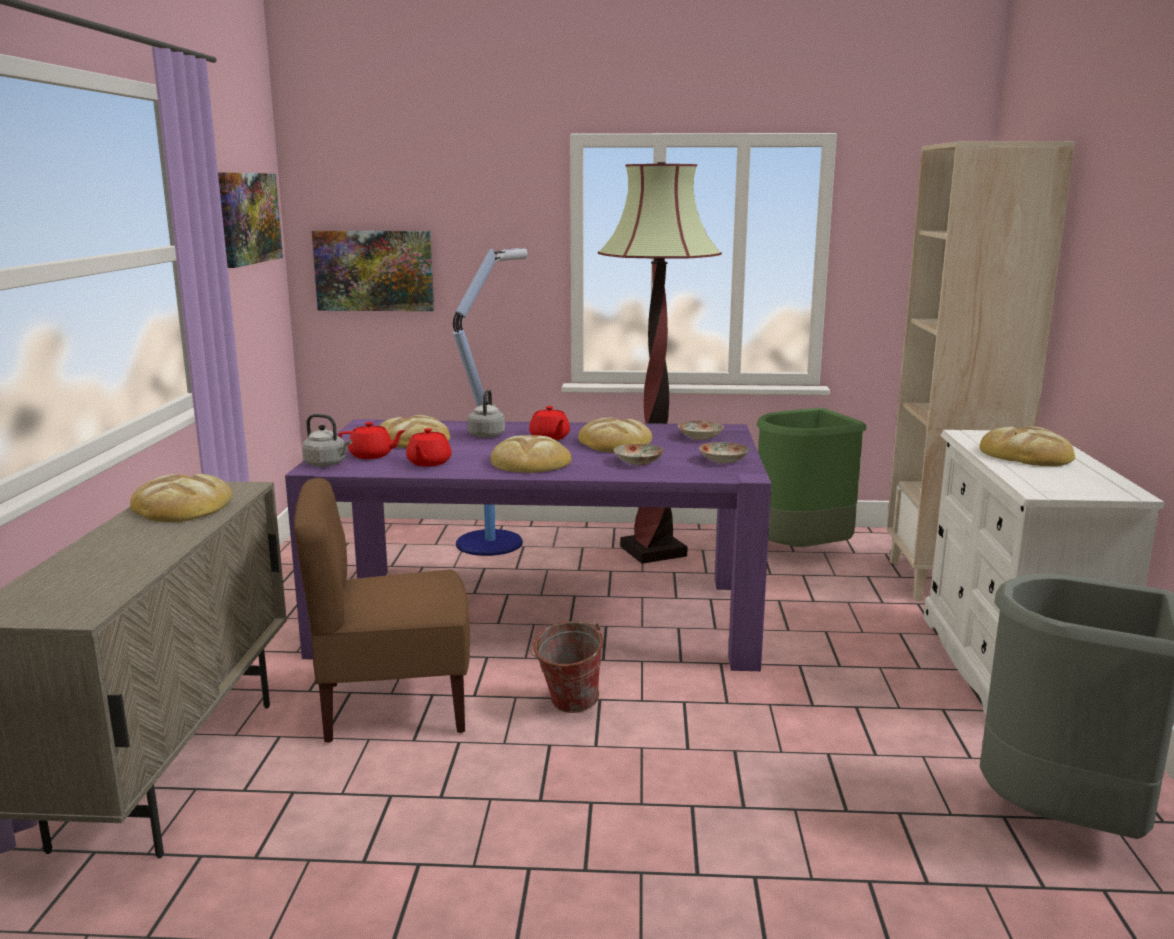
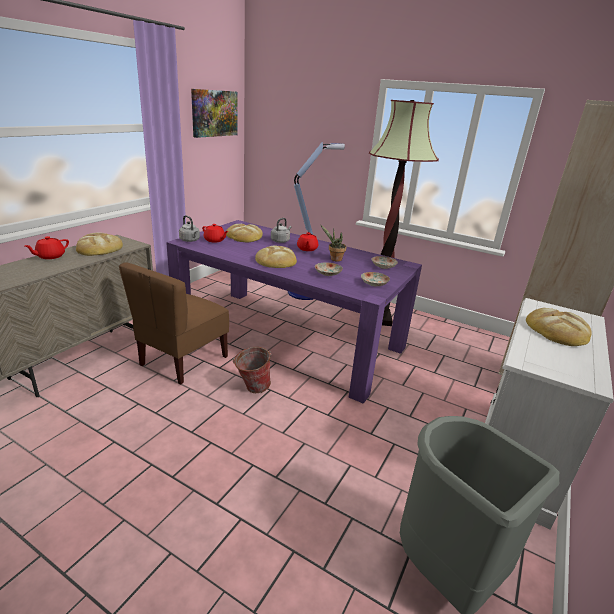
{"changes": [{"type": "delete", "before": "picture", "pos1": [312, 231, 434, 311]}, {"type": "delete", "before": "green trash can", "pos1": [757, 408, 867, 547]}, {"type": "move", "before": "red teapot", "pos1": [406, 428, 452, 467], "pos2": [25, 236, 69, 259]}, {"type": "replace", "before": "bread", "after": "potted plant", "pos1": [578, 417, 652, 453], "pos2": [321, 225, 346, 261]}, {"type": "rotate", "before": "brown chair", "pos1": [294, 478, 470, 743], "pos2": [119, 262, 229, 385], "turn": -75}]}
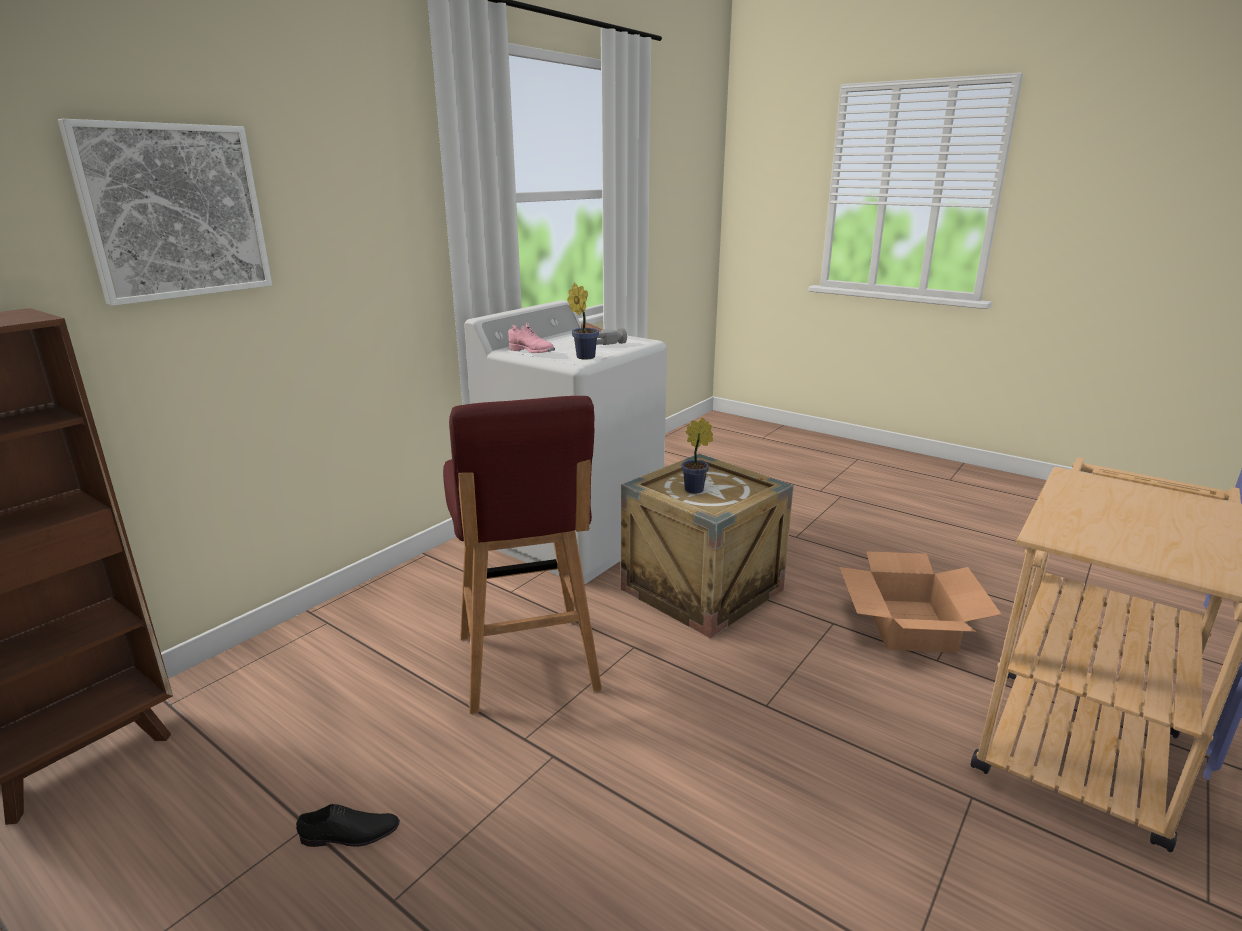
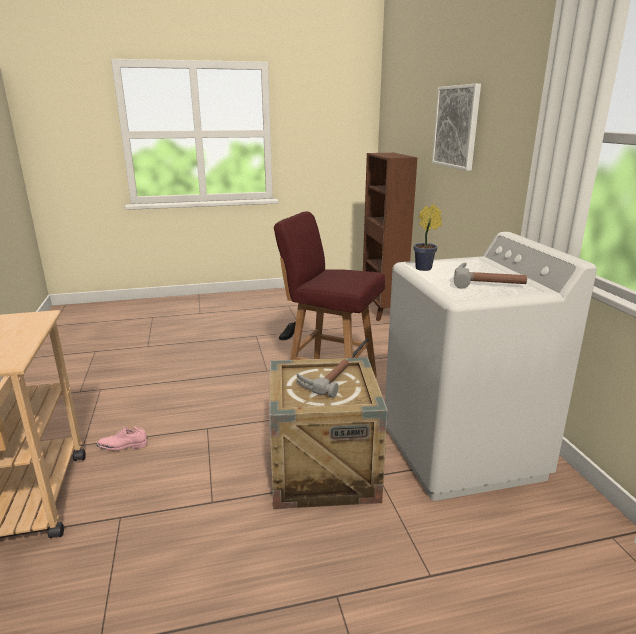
{"changes": [{"type": "delete", "before": "cardboard box", "pos1": [839, 551, 1002, 653]}, {"type": "move", "before": "pink shoe", "pos1": [509, 323, 555, 353], "pos2": [96, 426, 147, 451]}, {"type": "replace", "before": "potted plant", "after": "hammer", "pos1": [681, 418, 713, 494], "pos2": [296, 359, 349, 398]}]}
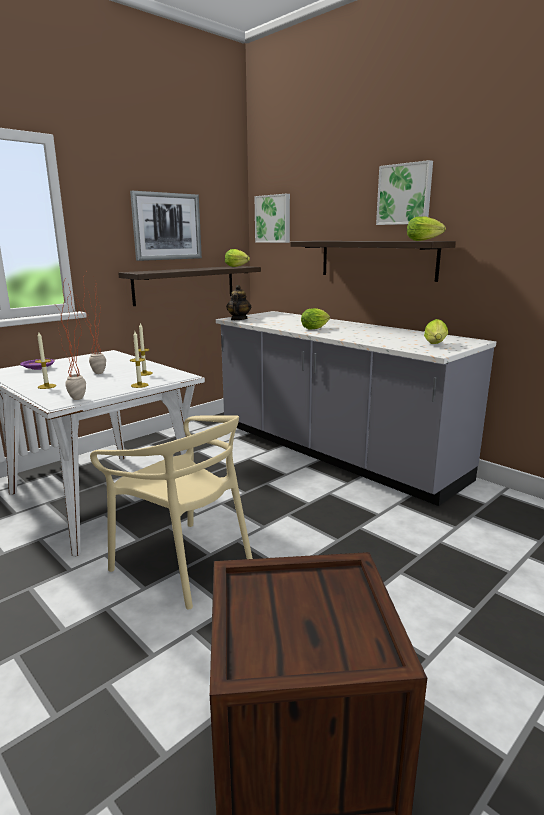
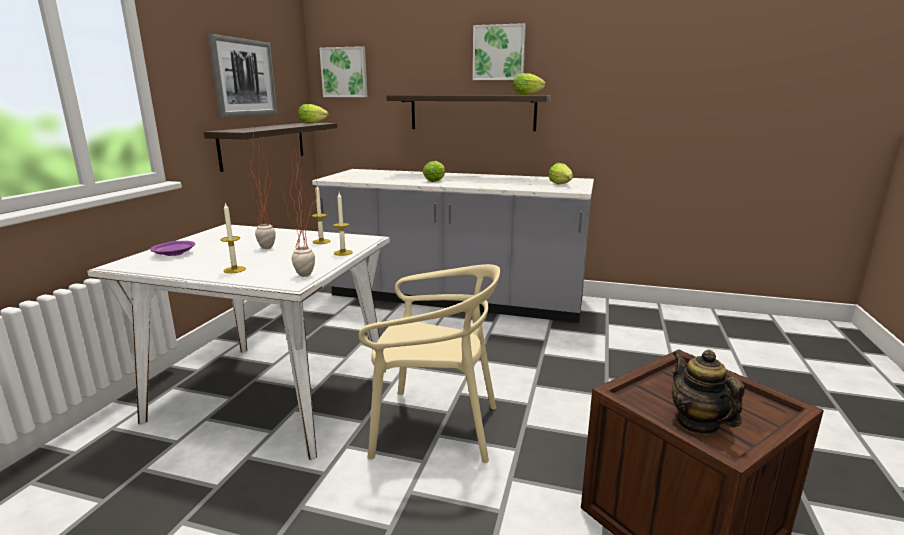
{"changes": [{"type": "move", "before": "teapot", "pos1": [226, 285, 251, 320], "pos2": [672, 349, 745, 435]}]}
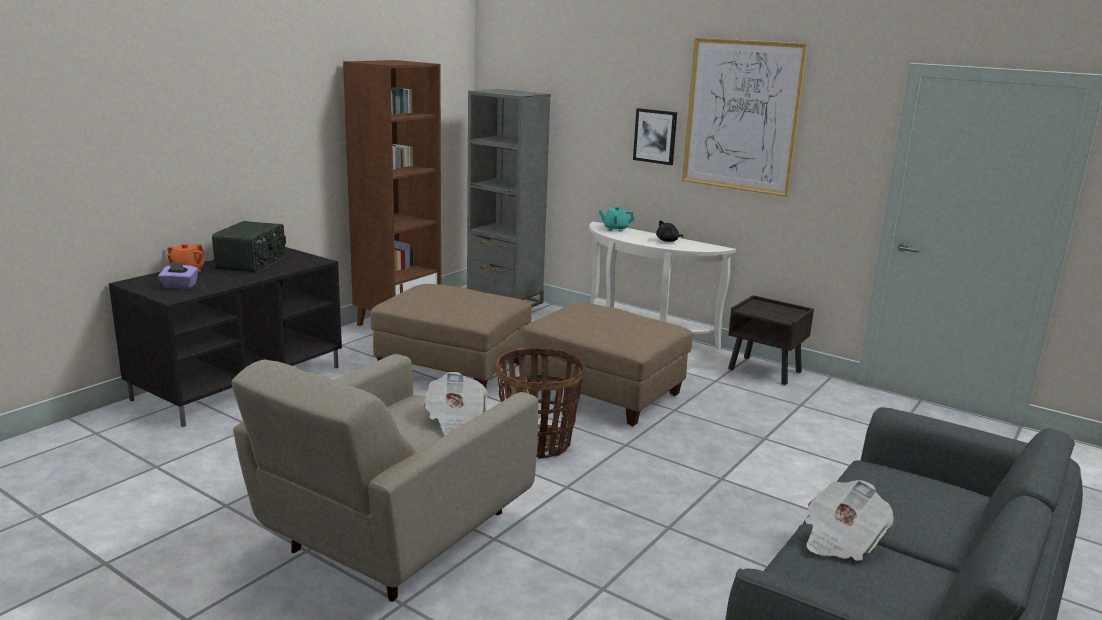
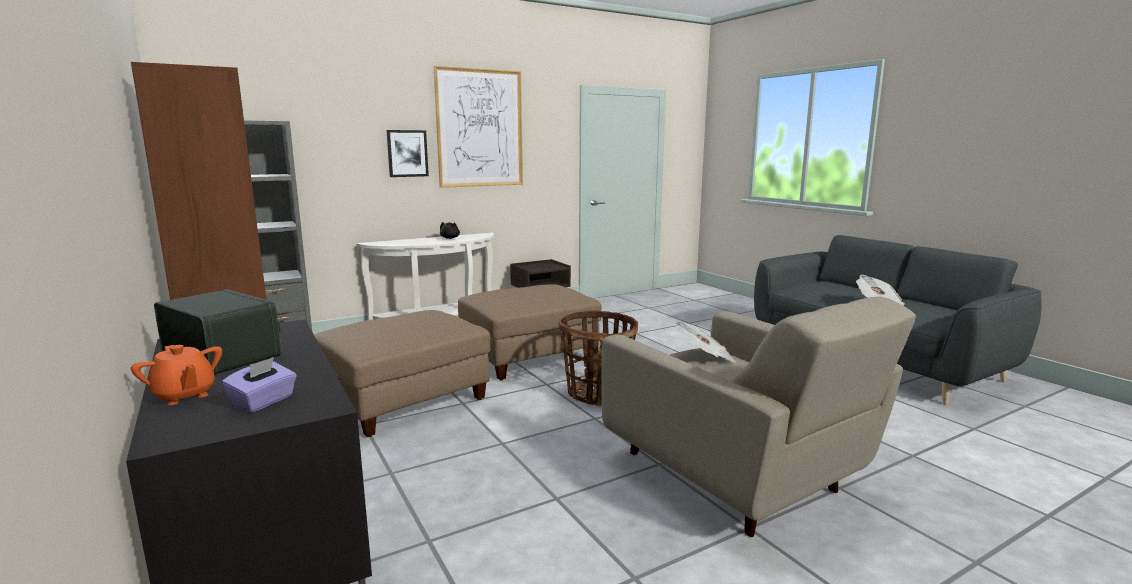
{"changes": [{"type": "delete", "before": "turquoise teapot", "pos1": [598, 206, 635, 232]}]}
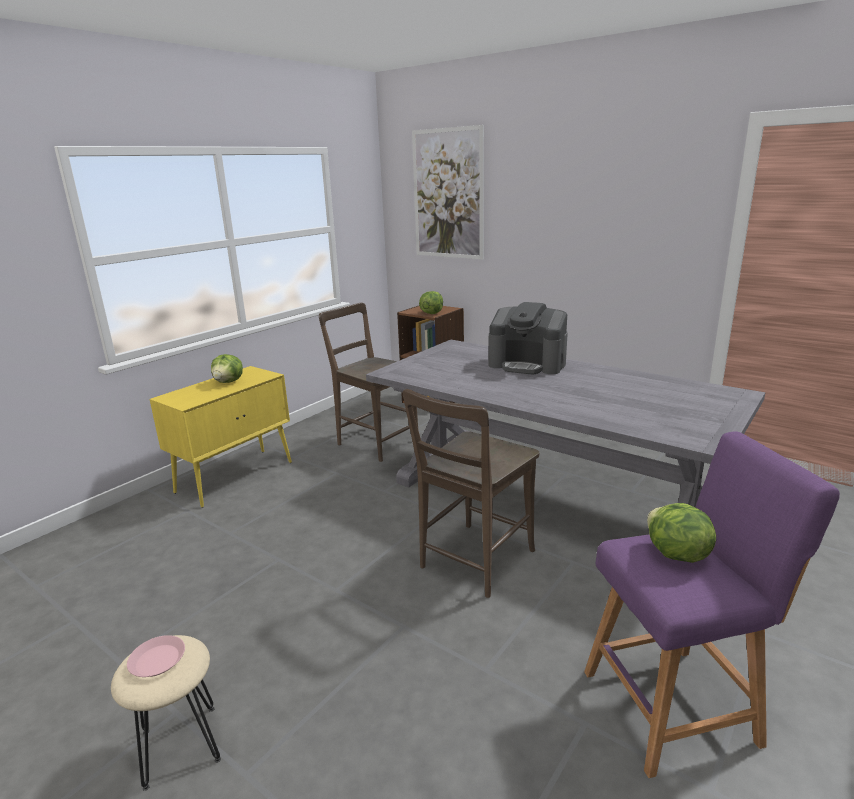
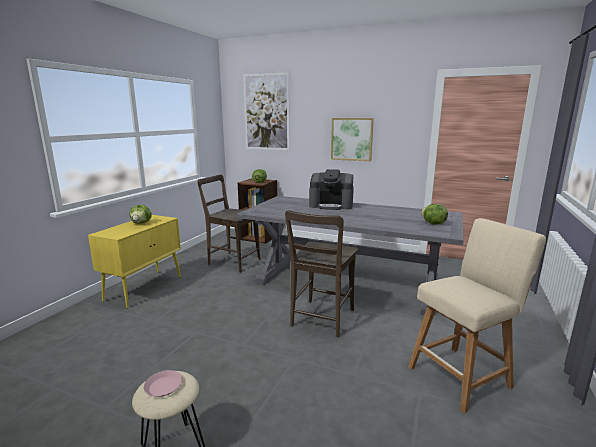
{"changes": [{"type": "insert", "after": "picture", "pos2": [331, 118, 374, 161]}, {"type": "move", "before": "lettuce", "pos1": [647, 503, 716, 563], "pos2": [421, 204, 448, 225]}, {"type": "recolor", "before": "purple stool", "after": "beige stool", "pos1": [584, 431, 840, 778], "pos2": [408, 218, 546, 413]}]}
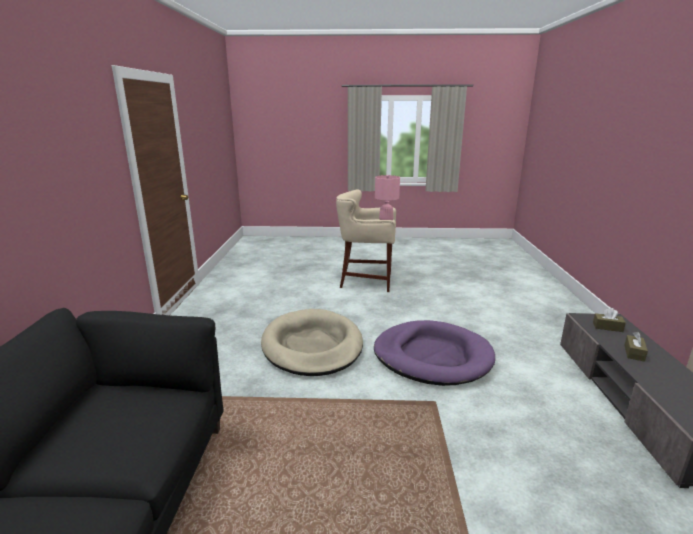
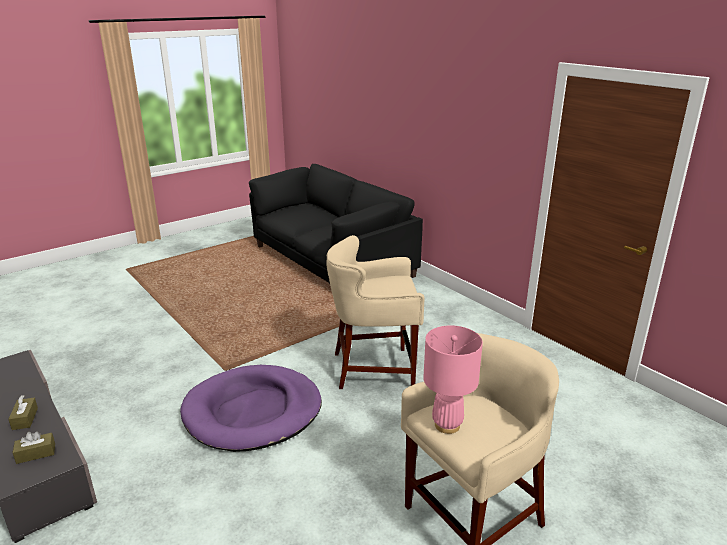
{"changes": [{"type": "replace", "before": "beige dog bed", "after": "beige stool", "pos1": [261, 309, 363, 376], "pos2": [326, 235, 424, 389]}]}
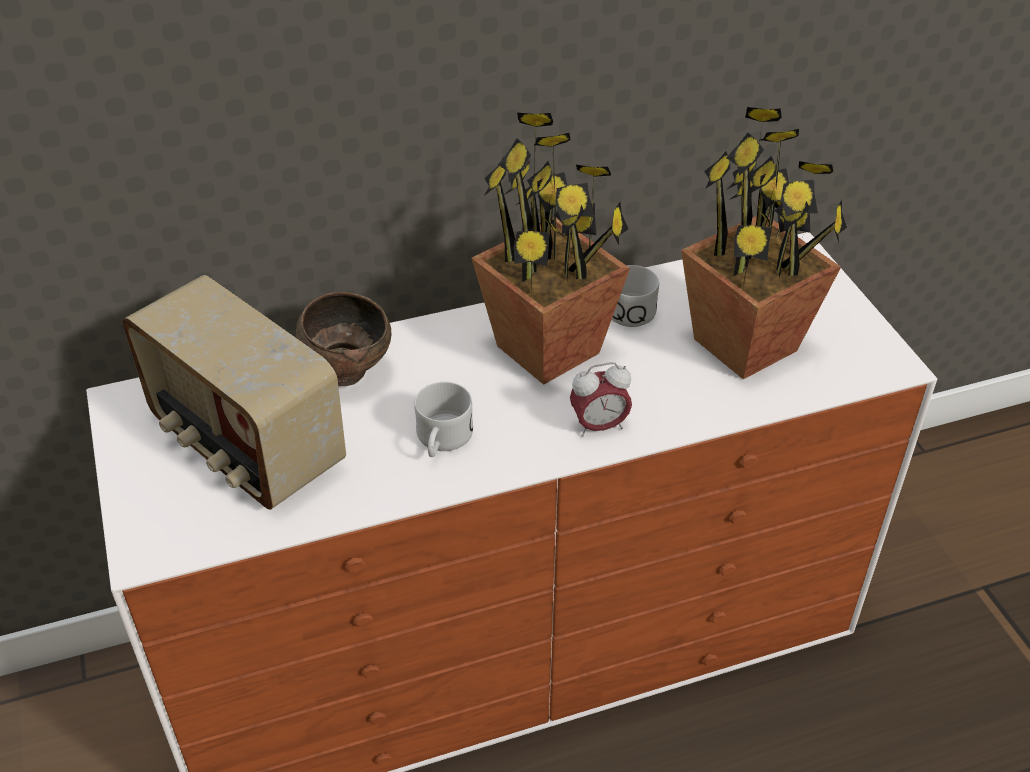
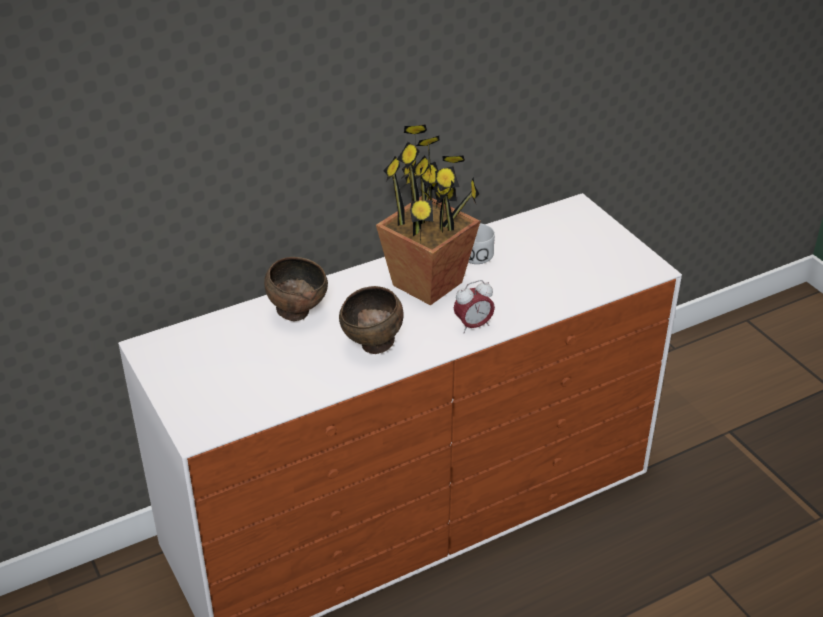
{"changes": [{"type": "delete", "before": "radio", "pos1": [122, 275, 346, 510]}, {"type": "delete", "before": "potted plant", "pos1": [681, 107, 847, 379]}, {"type": "replace", "before": "white mug", "after": "brown bowl", "pos1": [414, 382, 473, 457], "pos2": [339, 286, 404, 354]}]}
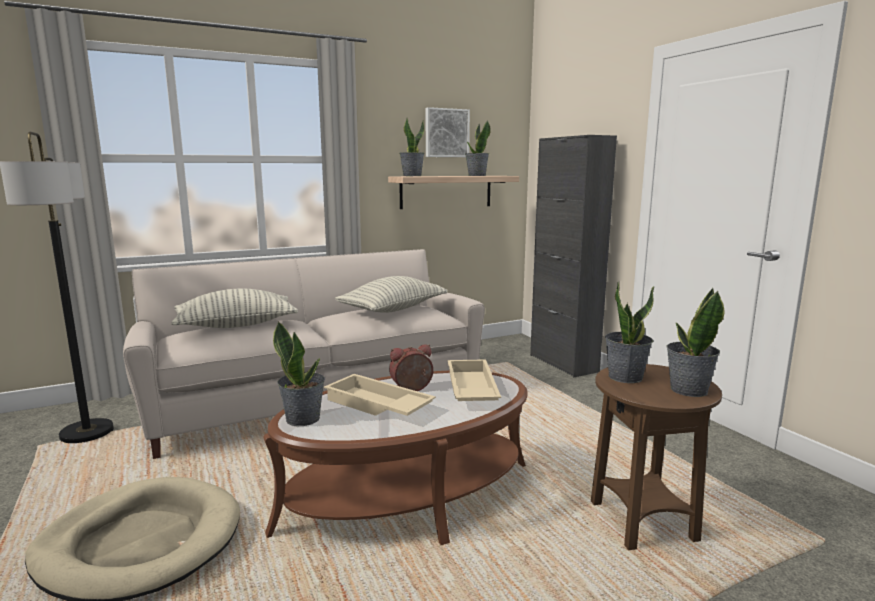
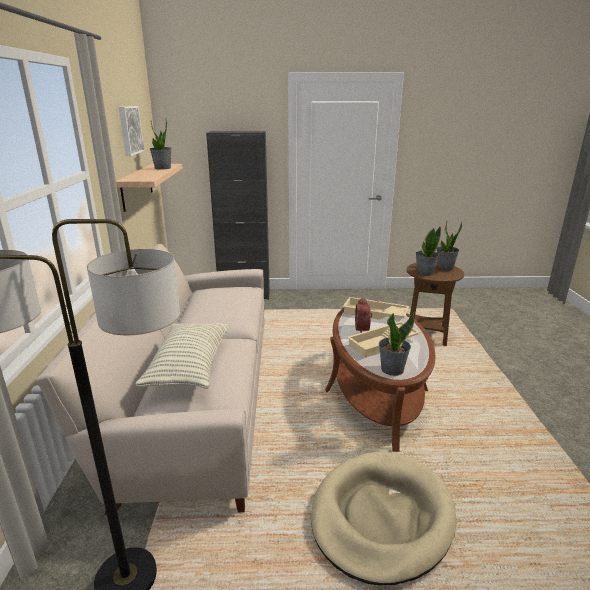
{"changes": [{"type": "delete", "before": "pillow", "pos1": [335, 276, 448, 313]}, {"type": "delete", "before": "potted plant", "pos1": [400, 118, 424, 176]}]}
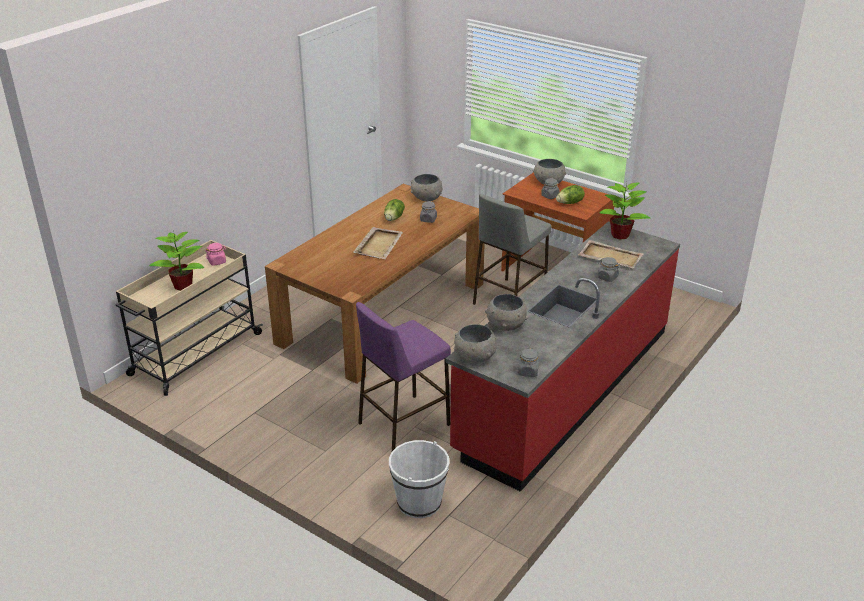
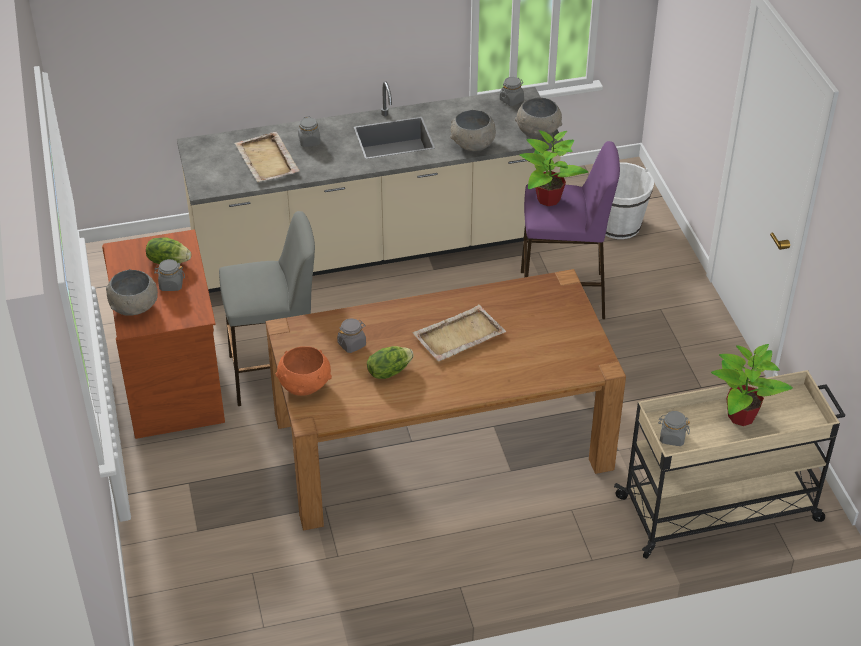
{"changes": [{"type": "move", "before": "potted plant", "pos1": [600, 179, 650, 240], "pos2": [519, 130, 588, 206]}, {"type": "recolor", "before": "pink jar", "after": "grey jar", "pos1": [206, 243, 226, 266], "pos2": [658, 411, 690, 446]}, {"type": "recolor", "before": "grey bowl", "after": "orange bowl", "pos1": [411, 174, 442, 201], "pos2": [276, 346, 332, 396]}, {"type": "recolor", "before": "red counter", "after": "beige counter", "pos1": [446, 221, 680, 492], "pos2": [177, 81, 563, 293]}]}
